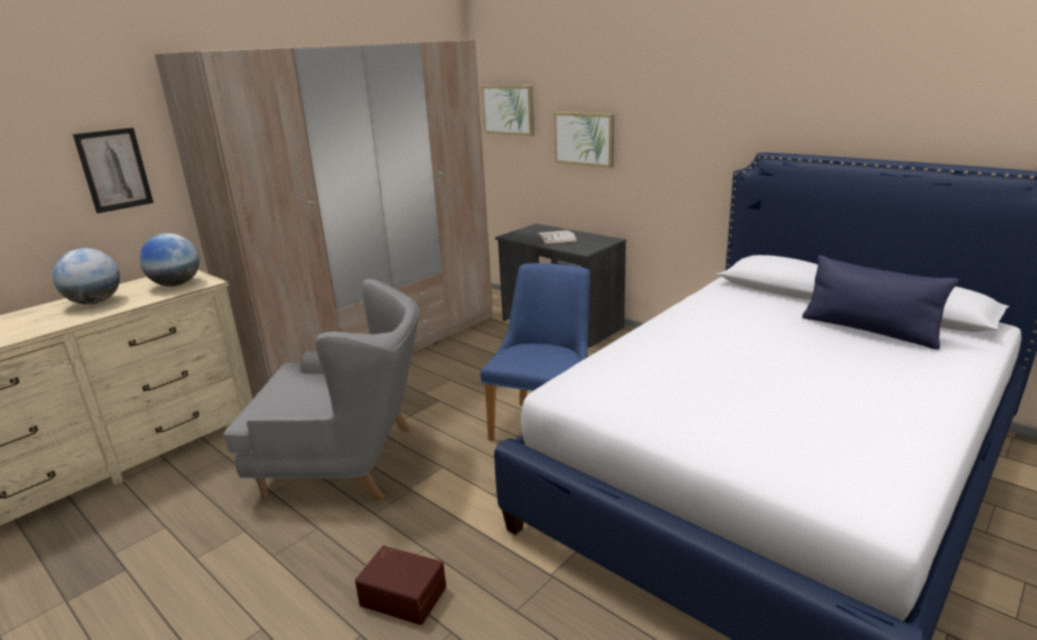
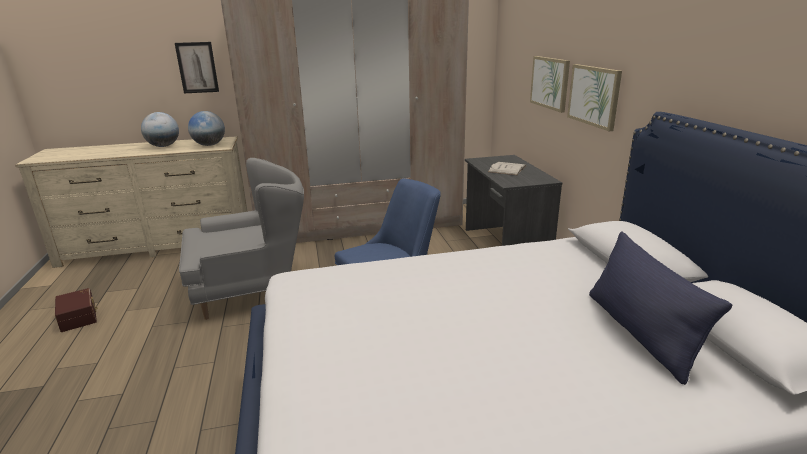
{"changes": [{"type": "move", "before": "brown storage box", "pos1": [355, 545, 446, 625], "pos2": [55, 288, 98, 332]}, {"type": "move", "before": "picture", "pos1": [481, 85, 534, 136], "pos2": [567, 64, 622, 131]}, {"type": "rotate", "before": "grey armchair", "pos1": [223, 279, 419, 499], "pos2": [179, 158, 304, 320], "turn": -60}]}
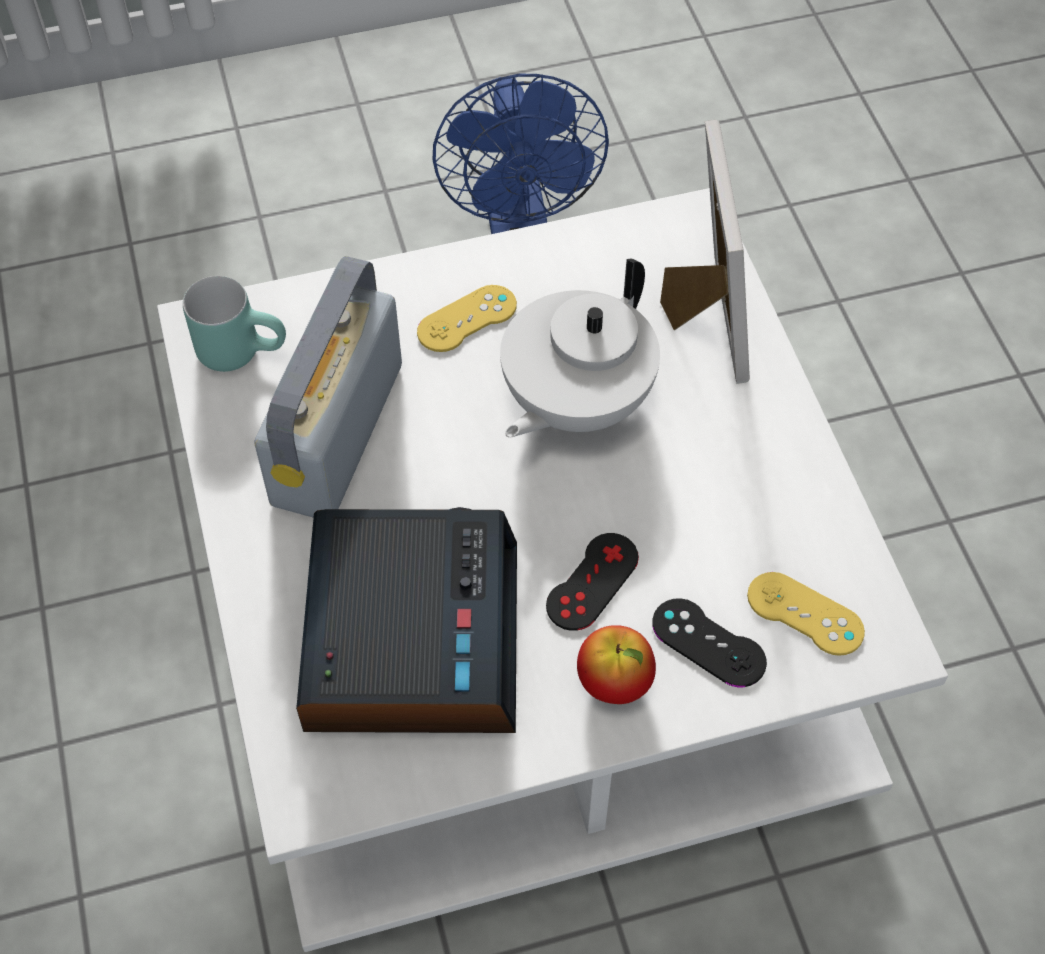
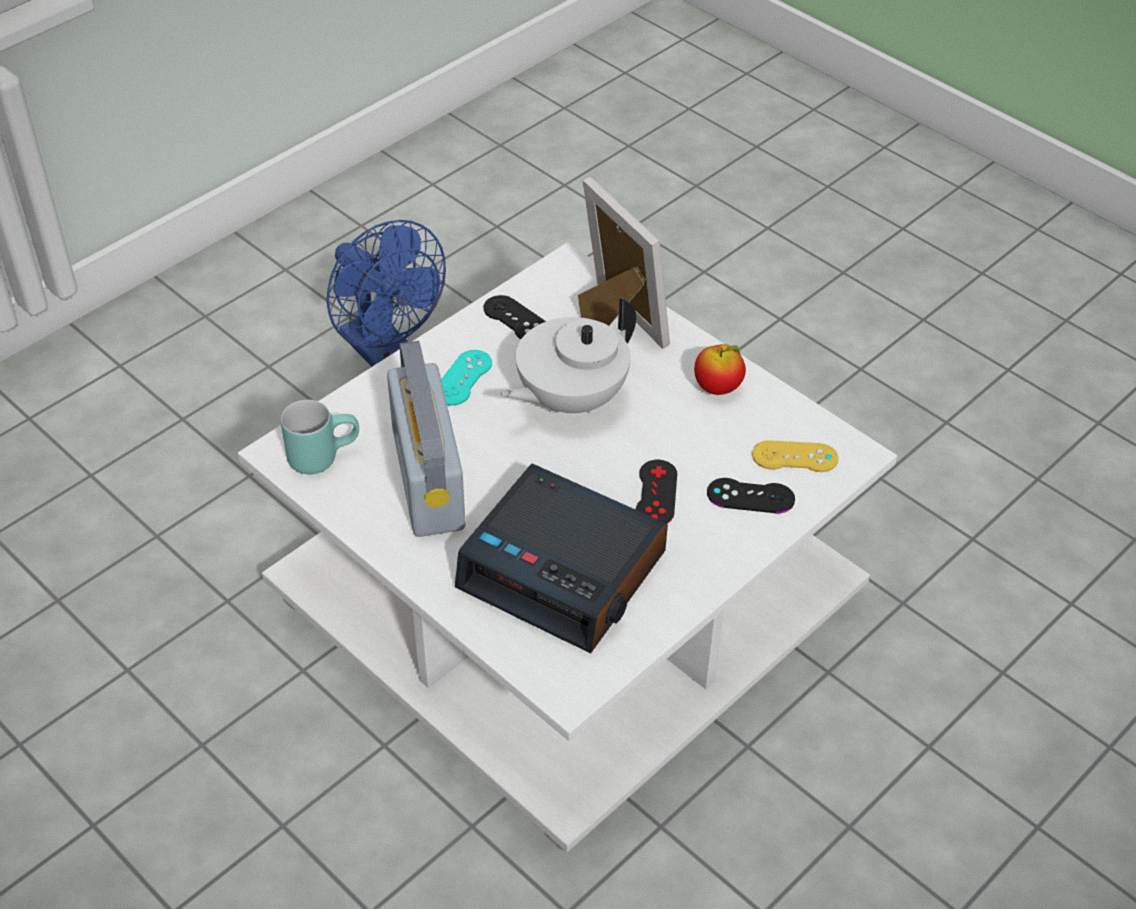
{"changes": [{"type": "insert", "after": "black game controller", "pos2": [483, 295, 546, 339]}, {"type": "move", "before": "apple", "pos1": [577, 625, 656, 704], "pos2": [694, 344, 746, 395]}, {"type": "recolor", "before": "yellow game controller", "after": "turquoise game controller", "pos1": [417, 285, 517, 352], "pos2": [441, 350, 492, 406]}, {"type": "rotate", "before": "alarm clock", "pos1": [296, 507, 517, 733], "pos2": [455, 463, 668, 653], "turn": 150}, {"type": "rotate", "before": "white teapot", "pos1": [500, 258, 660, 438], "pos2": [501, 298, 636, 413], "turn": 45}]}
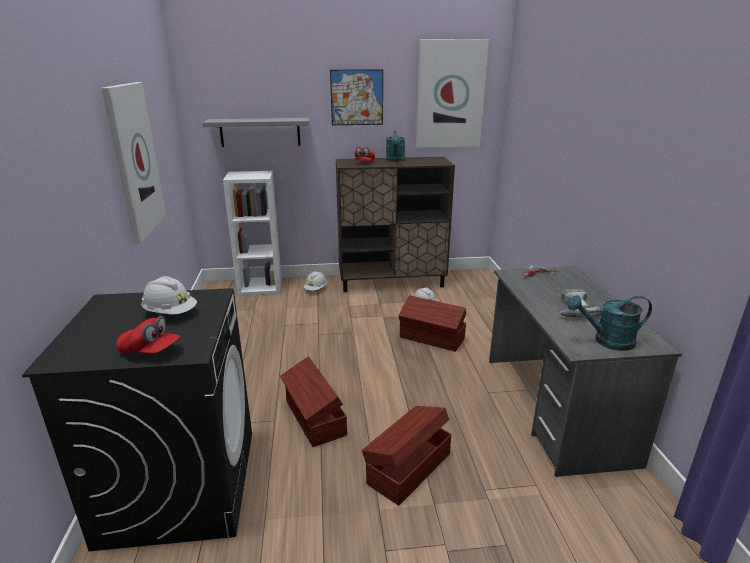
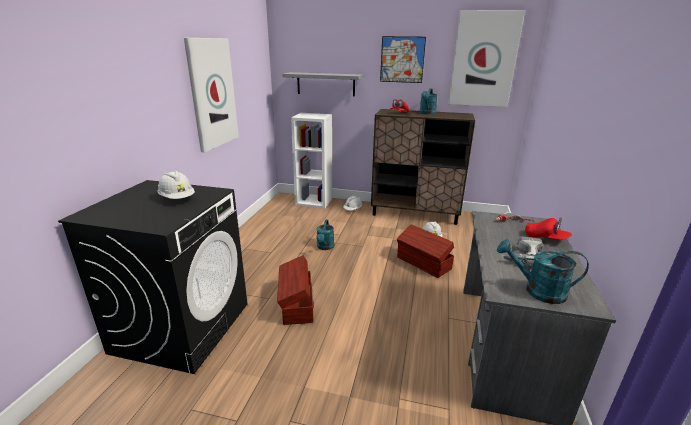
{"changes": [{"type": "delete", "before": "brown storage box", "pos1": [362, 406, 451, 505]}, {"type": "insert", "after": "turquoise watering can", "pos2": [316, 220, 334, 250]}, {"type": "move", "before": "red cap", "pos1": [116, 316, 180, 354], "pos2": [525, 217, 572, 240]}]}
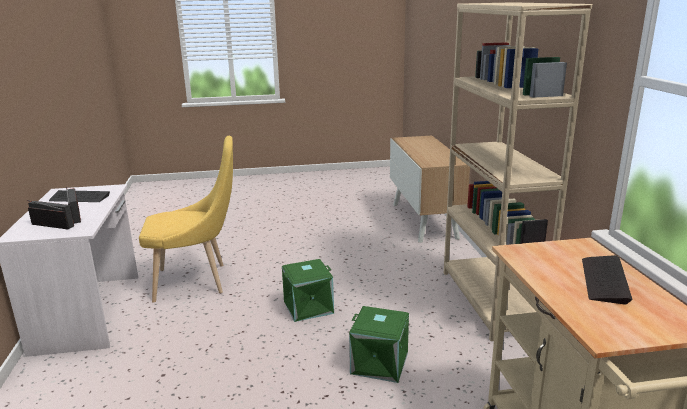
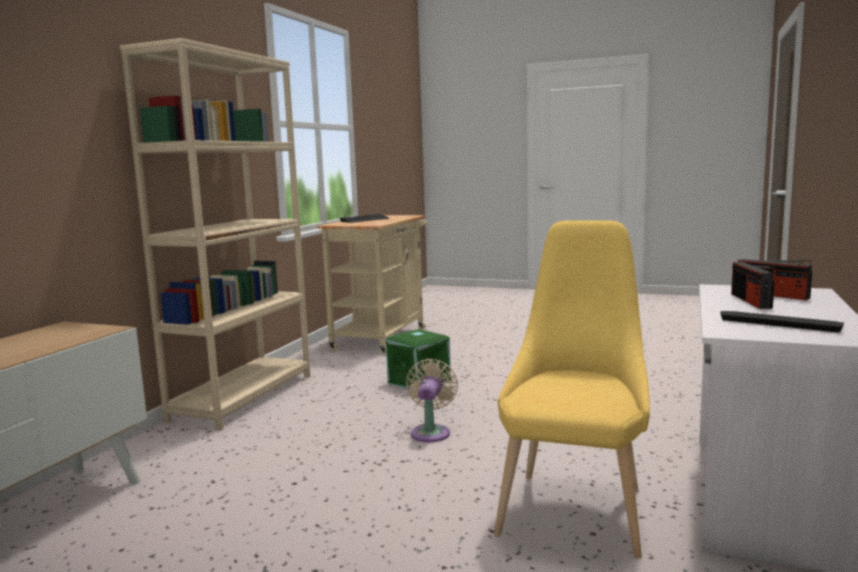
{"changes": [{"type": "replace", "before": "green storage box", "after": "beige fan", "pos1": [282, 259, 334, 322], "pos2": [406, 359, 458, 442]}, {"type": "rotate", "before": "yellow chair", "pos1": [139, 136, 233, 302], "pos2": [494, 220, 650, 559], "turn": 90}]}
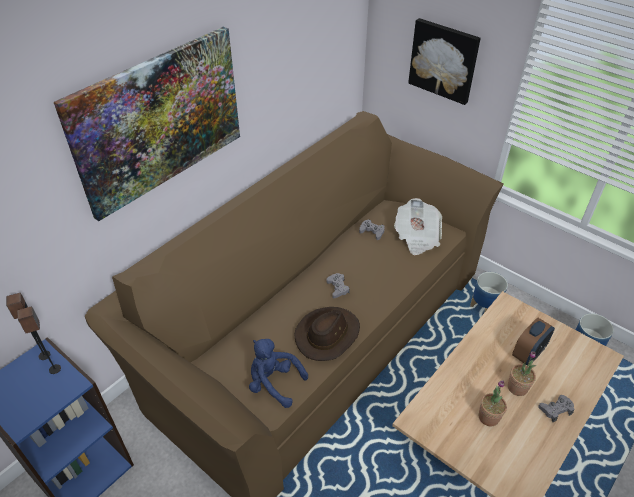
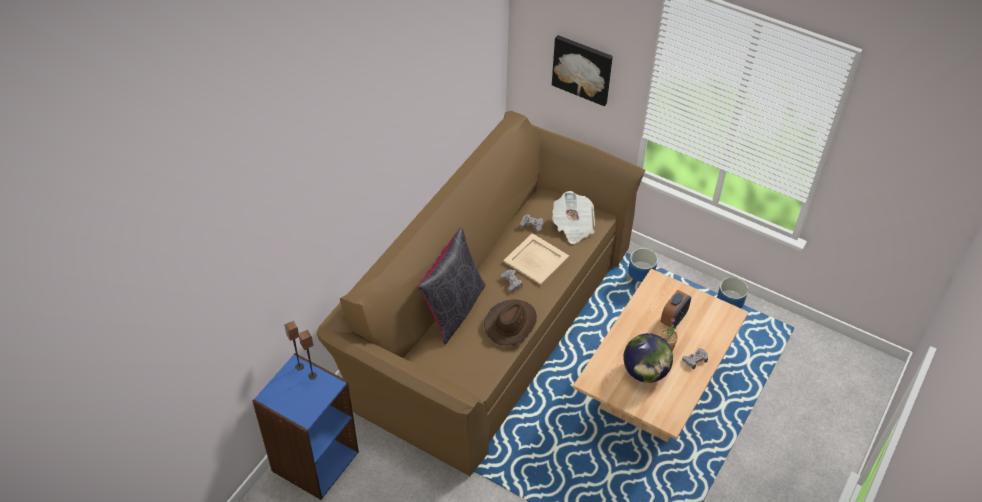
{"changes": [{"type": "delete", "before": "picture", "pos1": [54, 27, 240, 221]}, {"type": "delete", "before": "blue plush toy", "pos1": [249, 339, 308, 408]}, {"type": "insert", "after": "black pillow", "pos2": [418, 227, 485, 345]}, {"type": "insert", "after": "beige tray", "pos2": [503, 233, 569, 285]}, {"type": "replace", "before": "potted plant", "after": "globe", "pos1": [479, 380, 507, 426], "pos2": [623, 333, 673, 383]}]}
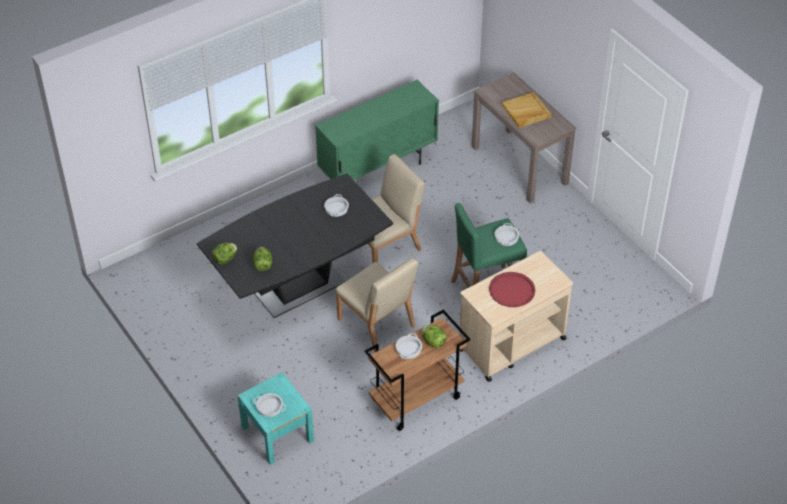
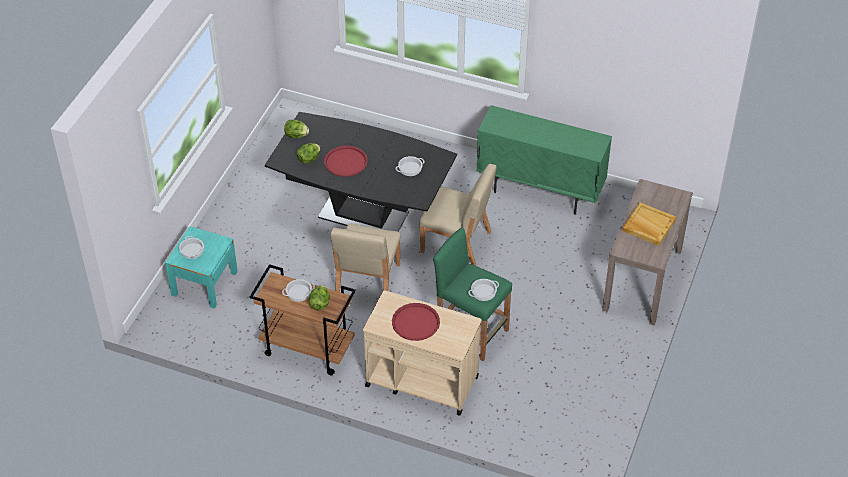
{"changes": [{"type": "insert", "after": "red tray", "pos2": [324, 146, 368, 177]}]}
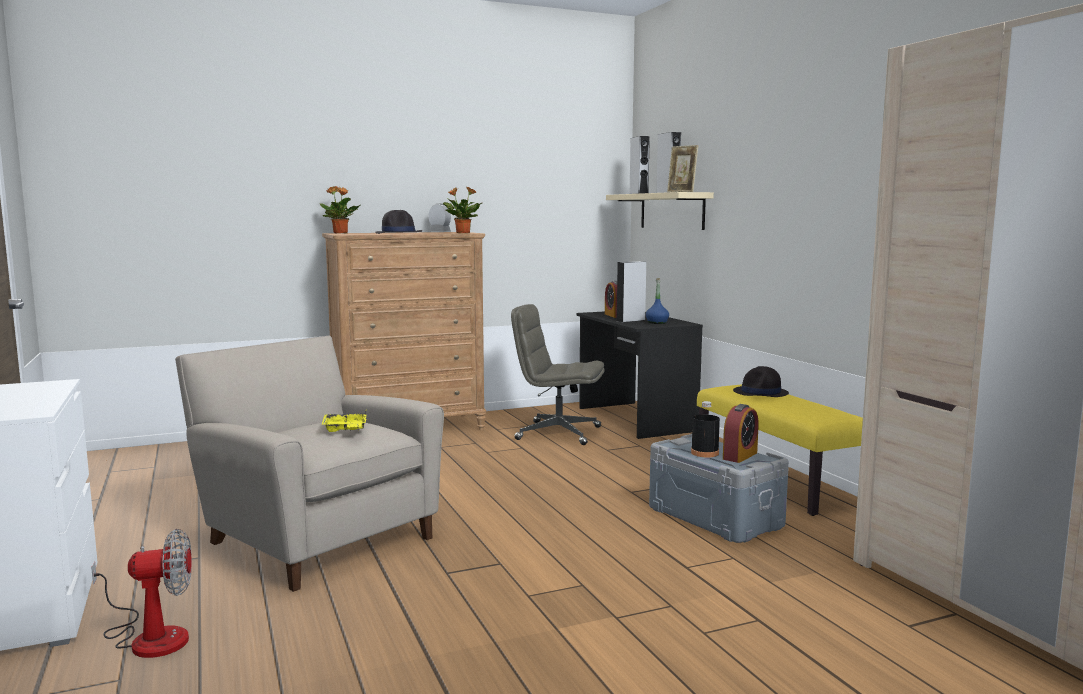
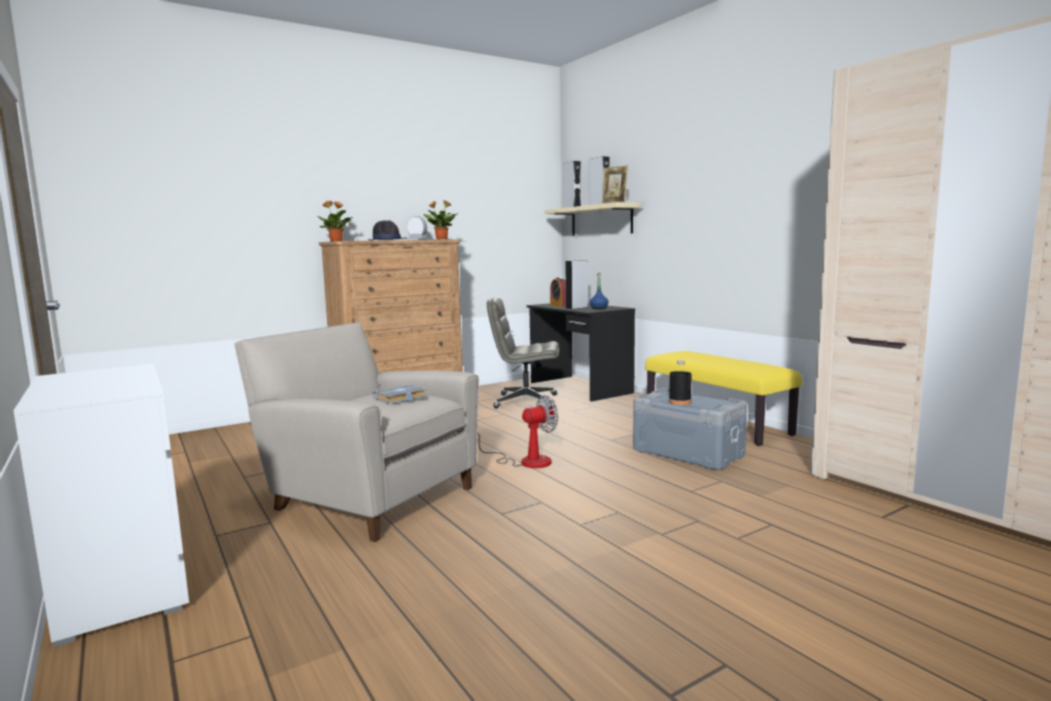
{"changes": [{"type": "delete", "before": "alarm clock", "pos1": [723, 404, 759, 463]}, {"type": "delete", "before": "black hat", "pos1": [733, 366, 789, 397]}, {"type": "move", "before": "fan", "pos1": [91, 529, 192, 658], "pos2": [477, 395, 558, 468]}, {"type": "replace", "before": "yellow tray", "after": "grey book", "pos1": [322, 412, 367, 432], "pos2": [372, 384, 428, 404]}]}
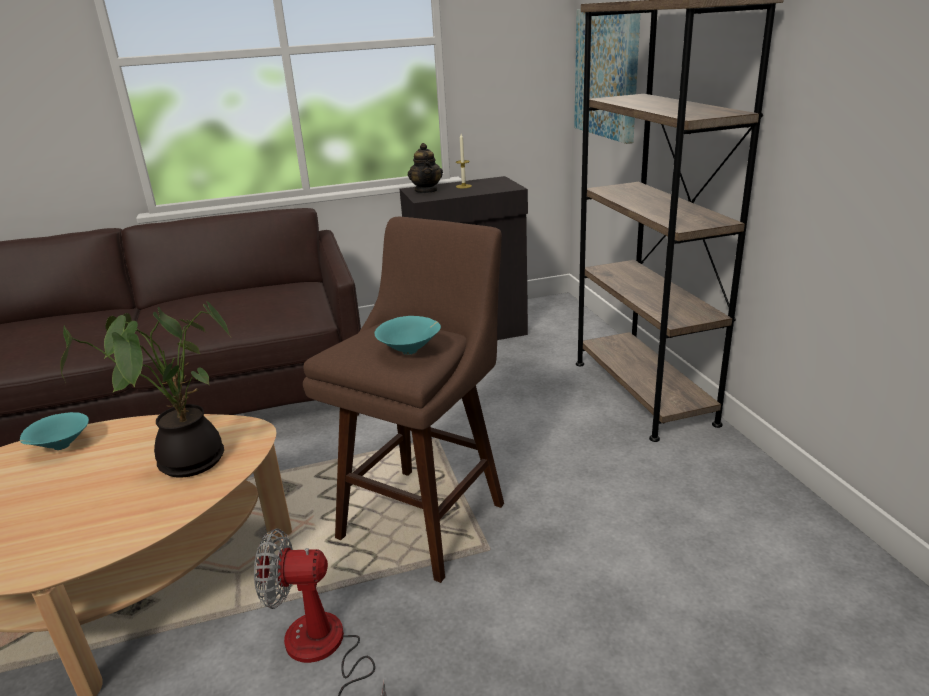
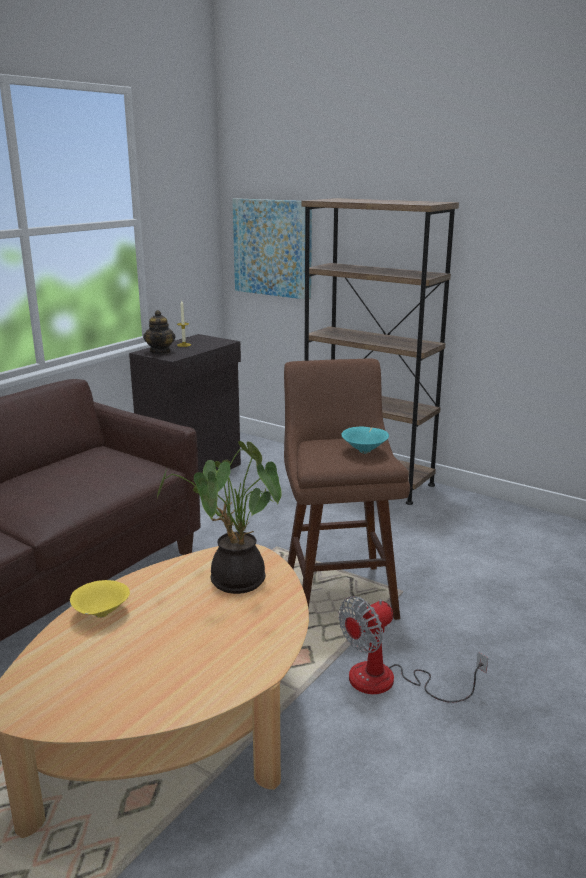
{"changes": [{"type": "recolor", "before": "turquoise bowl", "after": "yellow bowl", "pos1": [20, 412, 89, 450], "pos2": [70, 580, 130, 618]}, {"type": "rotate", "before": "teapot", "pos1": [408, 143, 443, 193], "pos2": [143, 310, 175, 354], "turn": 45}]}
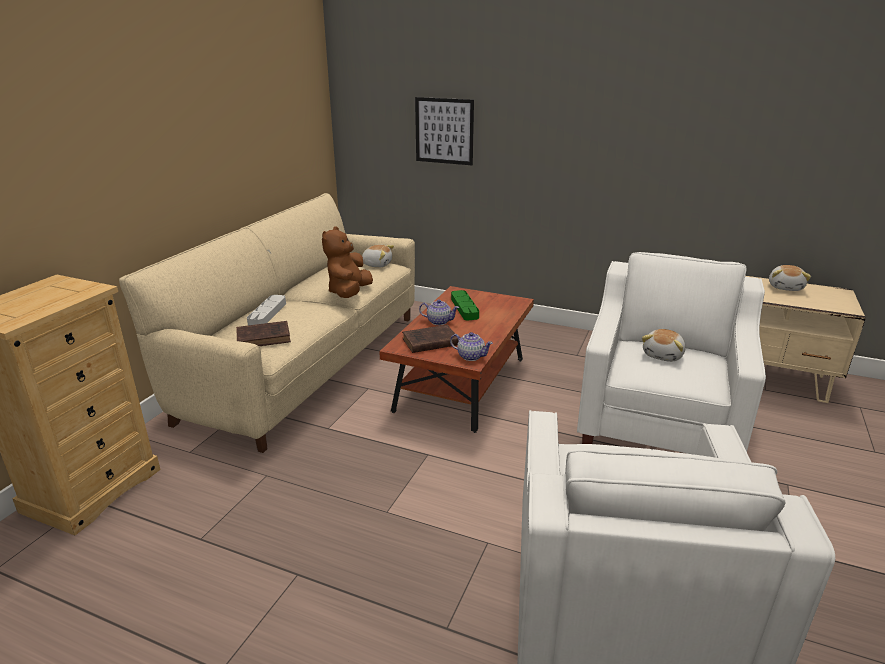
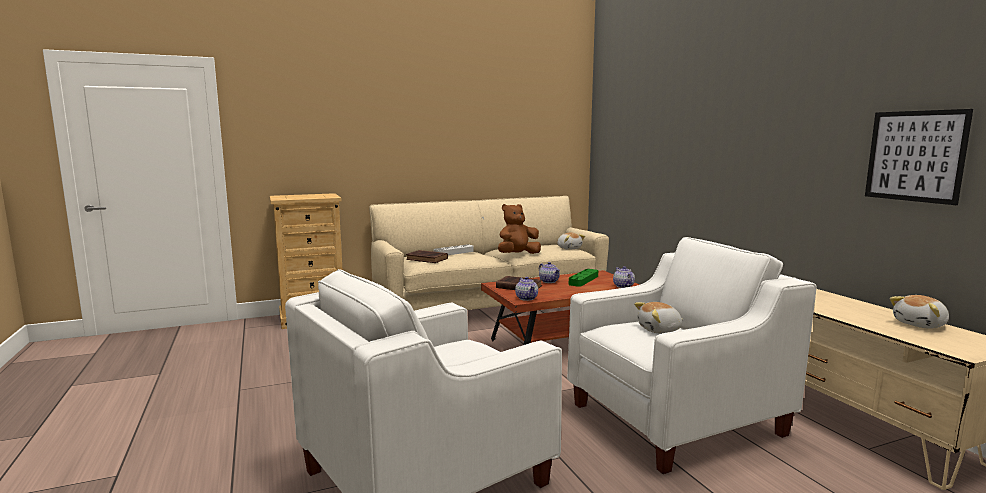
{"changes": [{"type": "insert", "after": "teapot", "pos2": [613, 266, 635, 288]}, {"type": "move", "before": "picture", "pos1": [415, 97, 474, 165], "pos2": [865, 109, 973, 205]}]}
